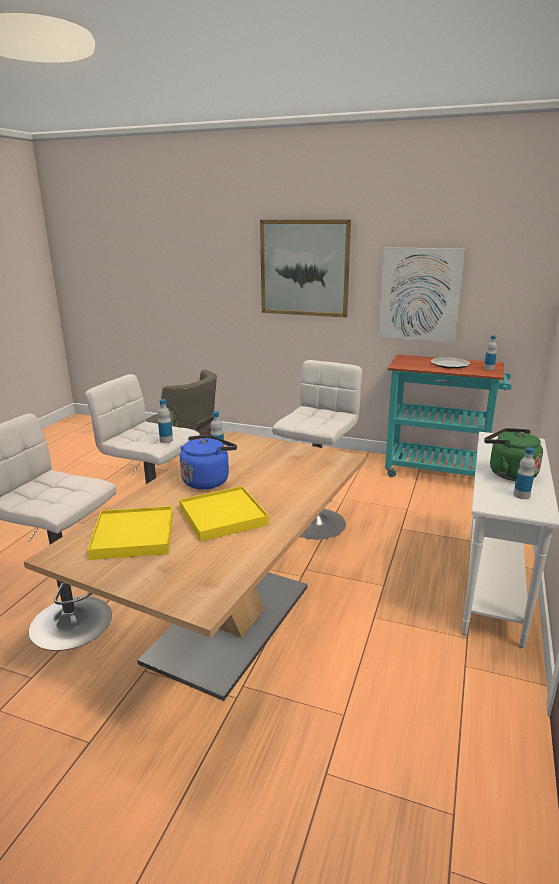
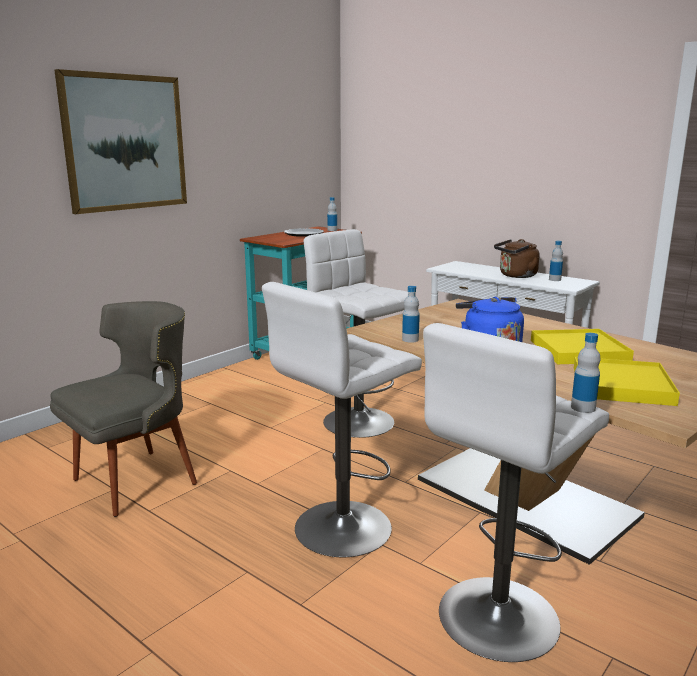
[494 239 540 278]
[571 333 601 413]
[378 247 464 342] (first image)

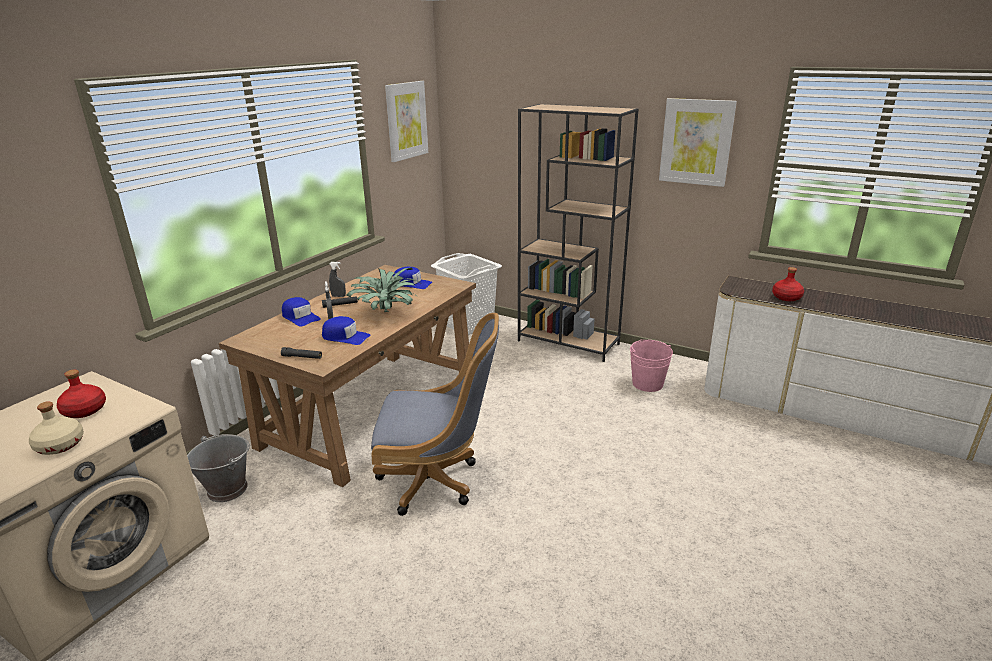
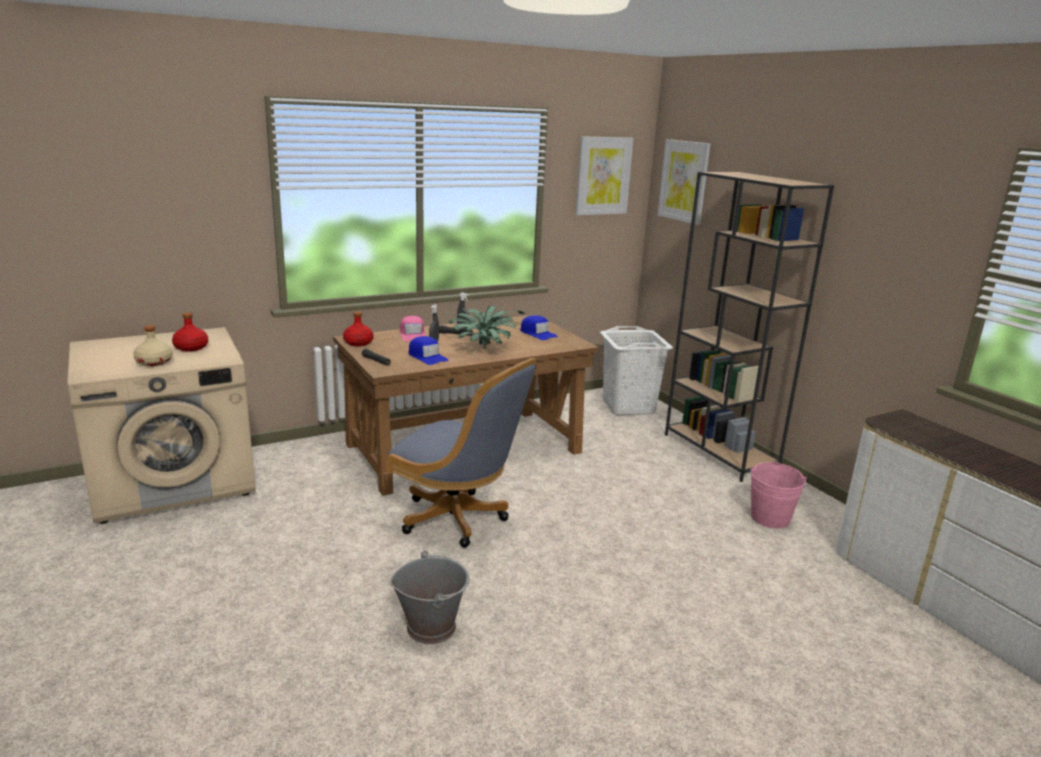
[343 311 374 346]
[389 551 470 644]
[400 316 425 341]
[658 139 711 225]

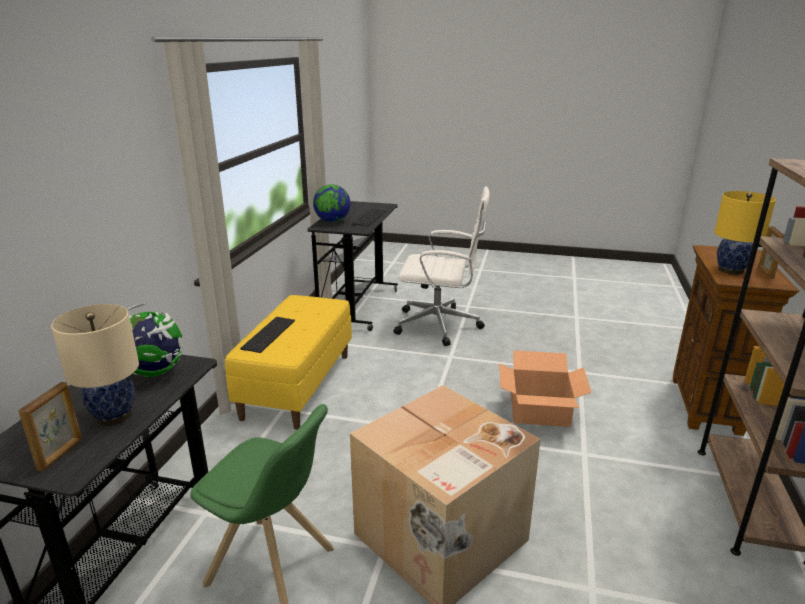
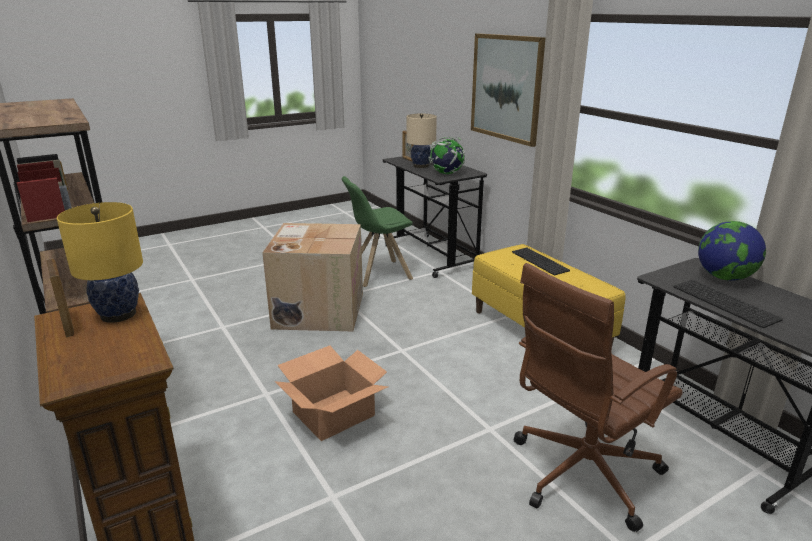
[471 33 546 147]
[514 263 683 532]

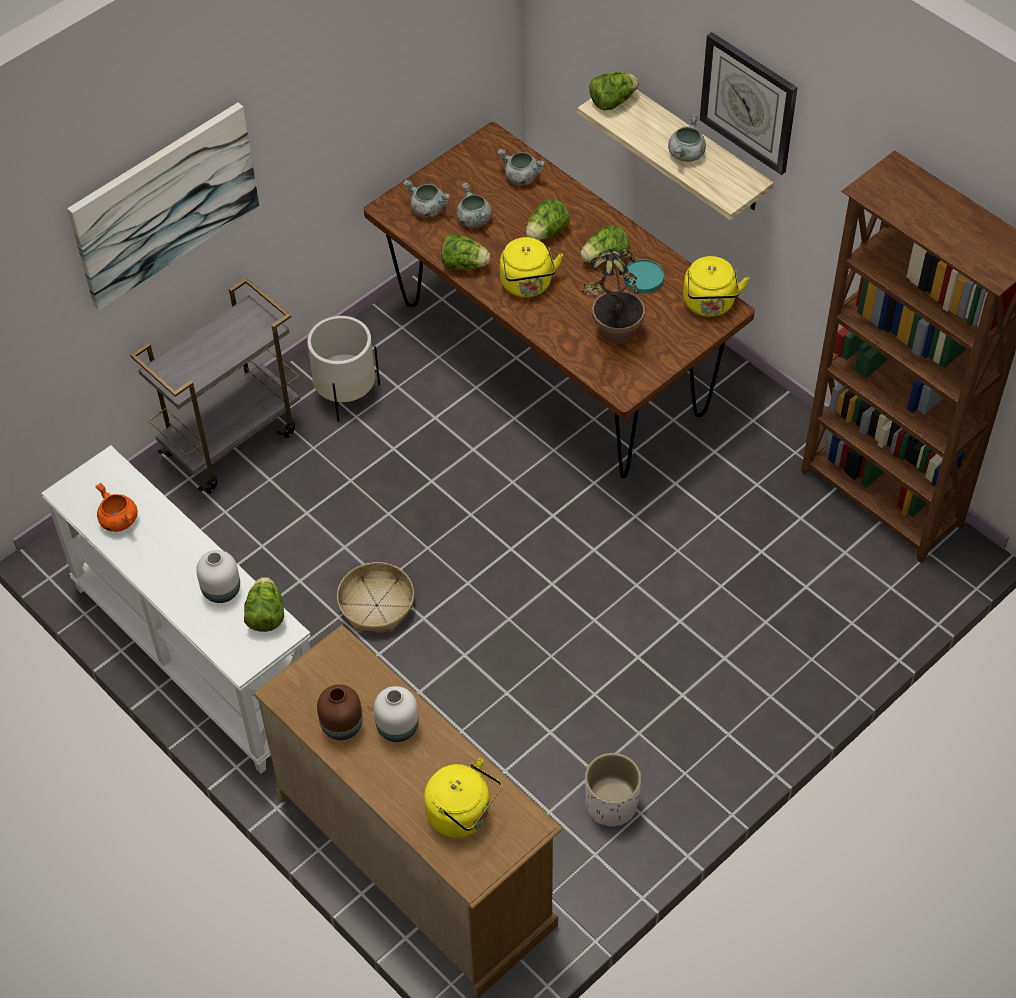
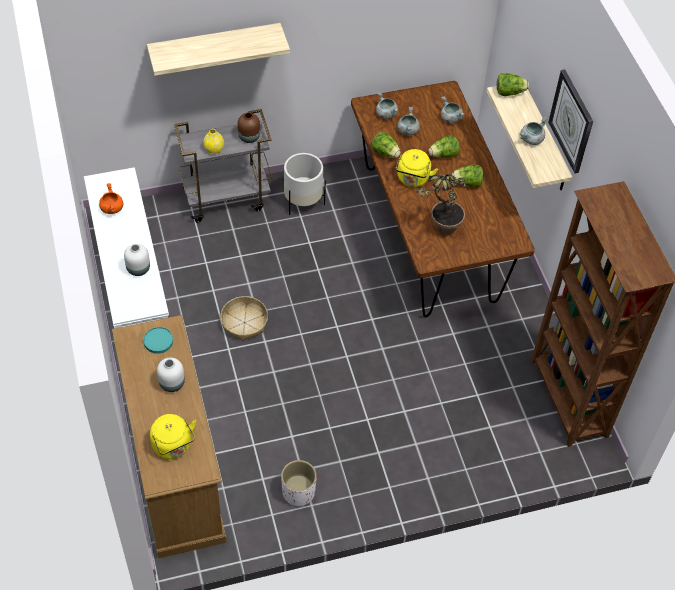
[144 327 173 354]
[147 23 290 76]
[203 129 224 154]
[238 112 260 143]
[244 577 284 632] (first image)
[683 256 749 317] (first image)

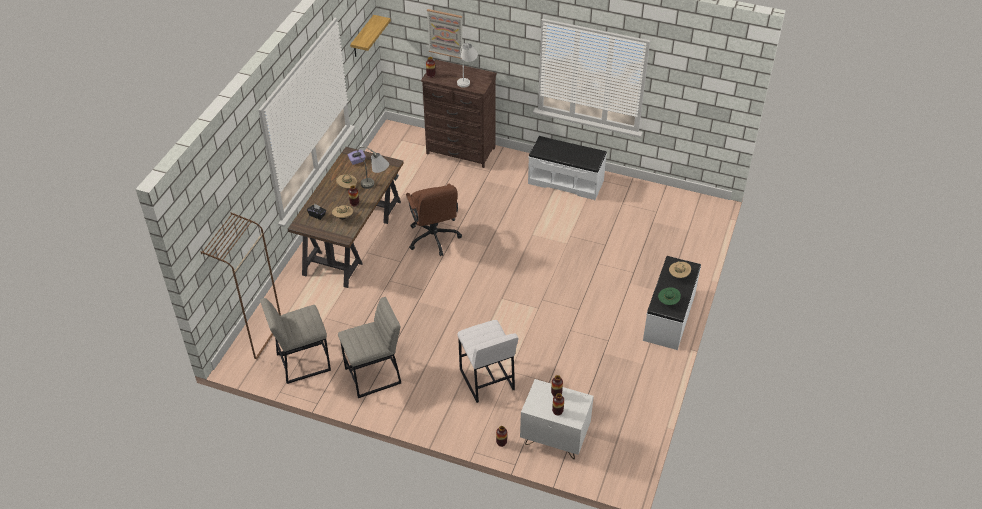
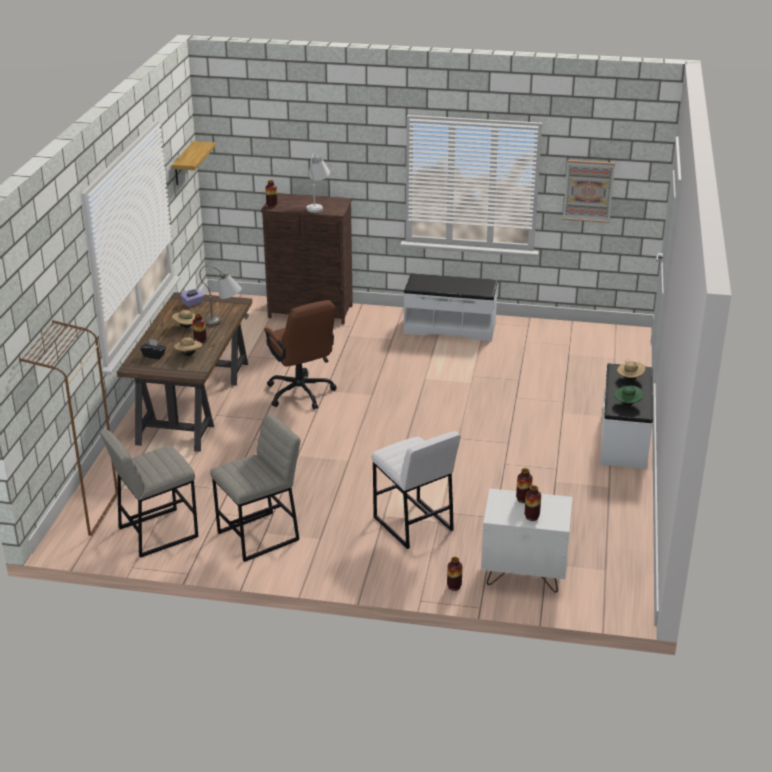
[563 160 615 223]

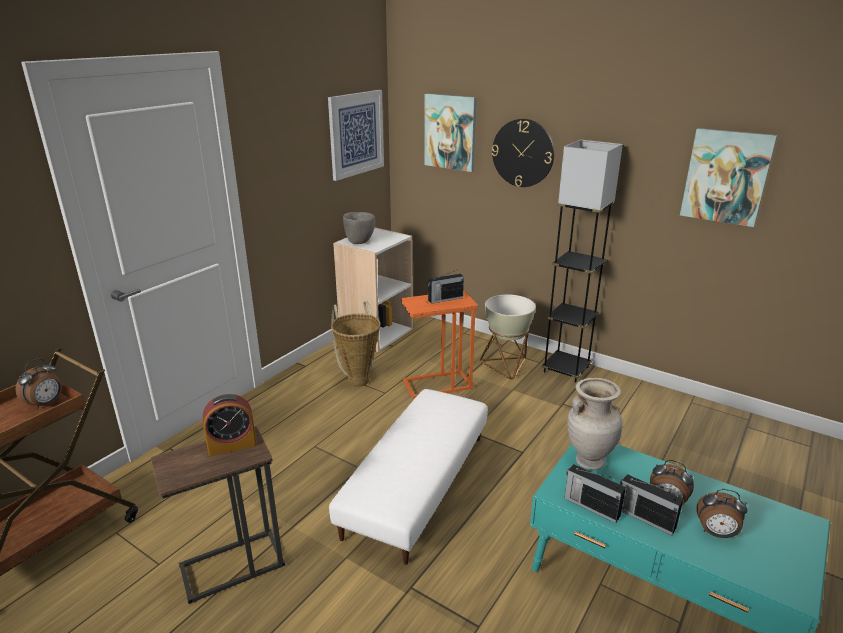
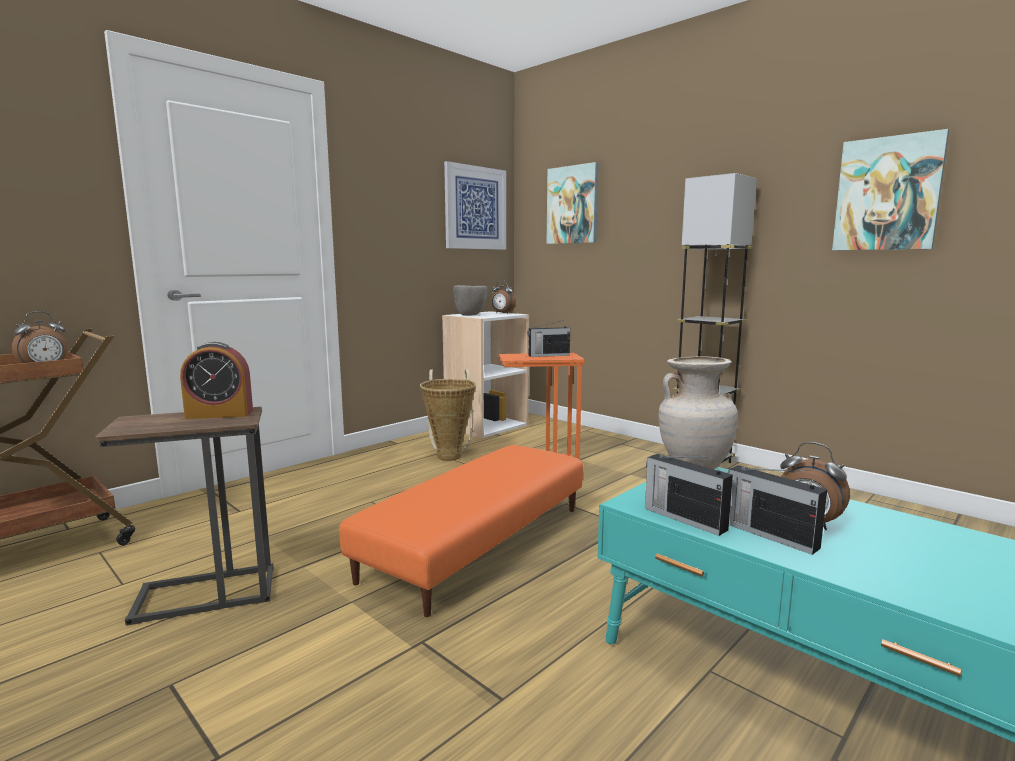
[339 445 583 617]
[491 280 516 314]
[480 294 536 379] (first image)
[492 119 554 187] (first image)

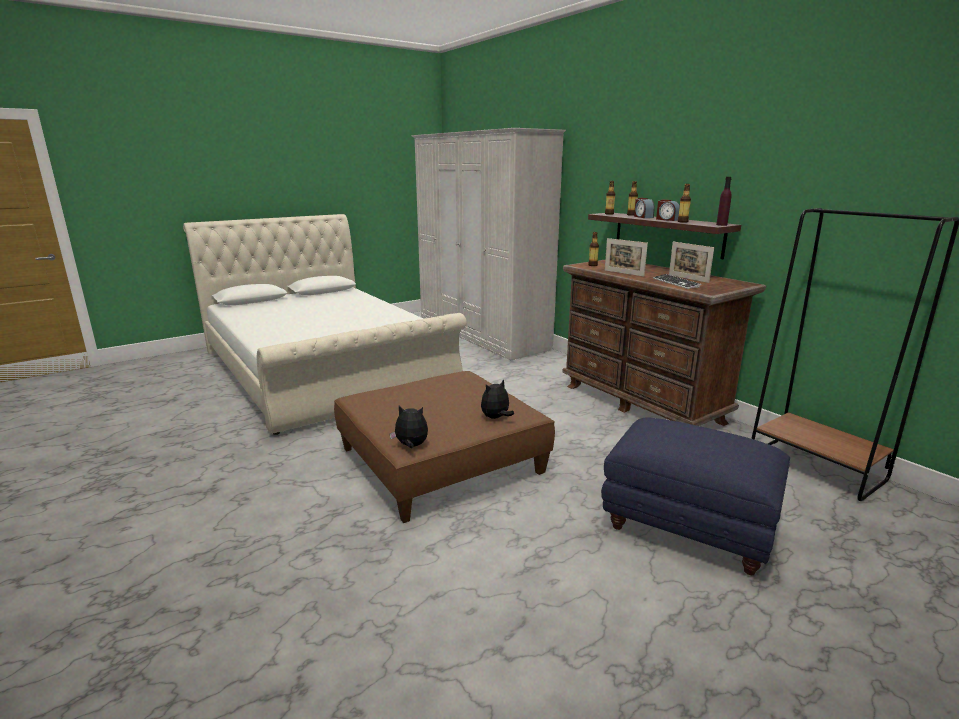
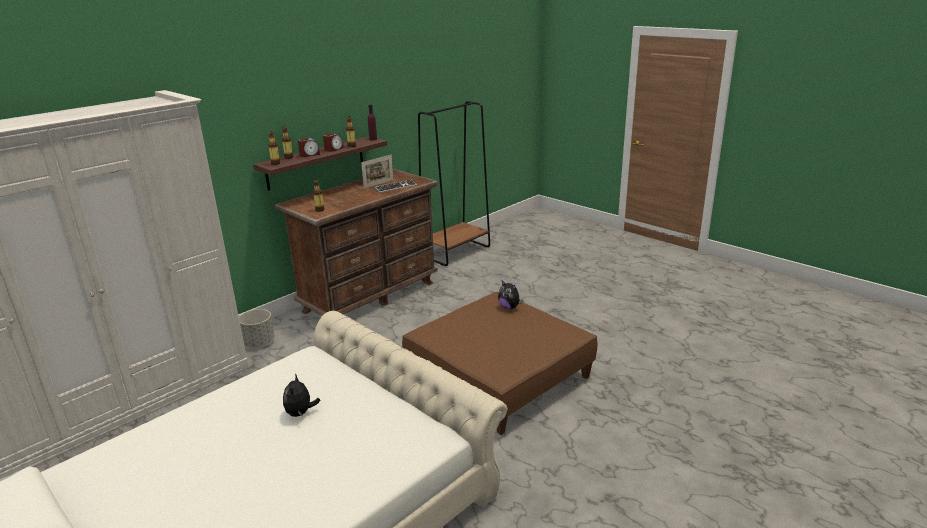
[239 309 274 347]
[283 374 320 417]
[601 417 790 575] (first image)
[605 238 648 277] (first image)

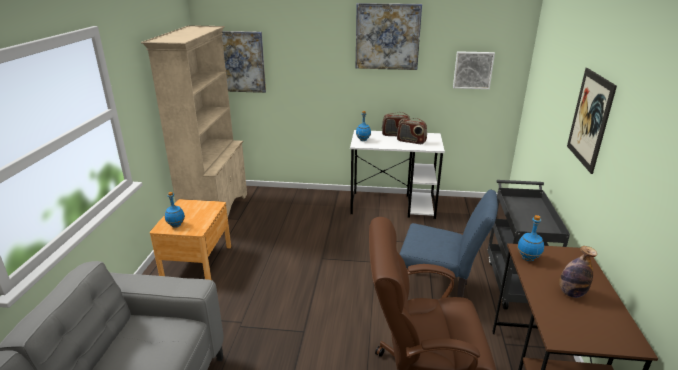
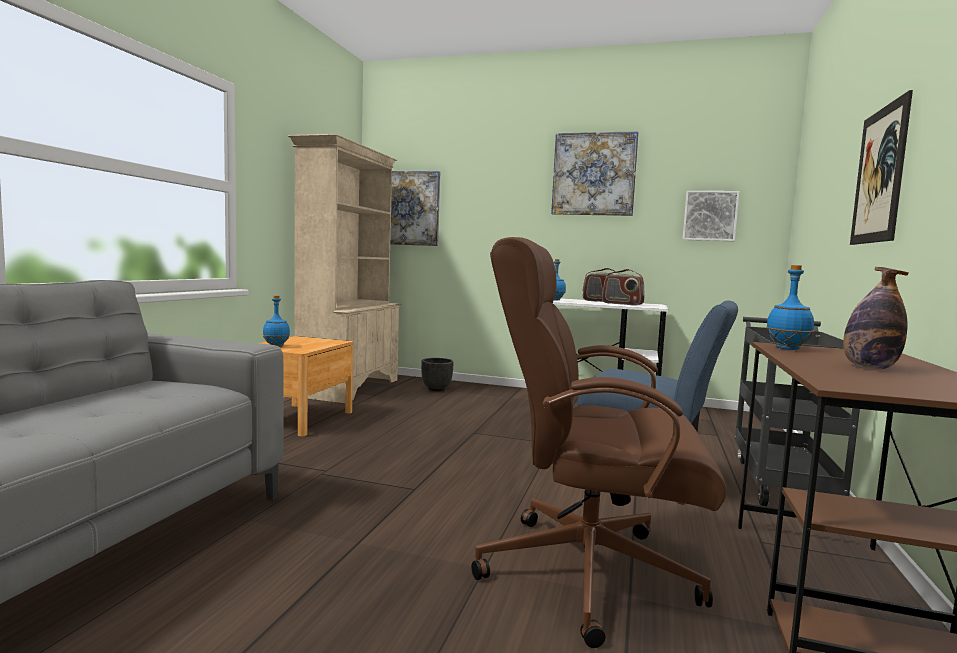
[421 358 454 391]

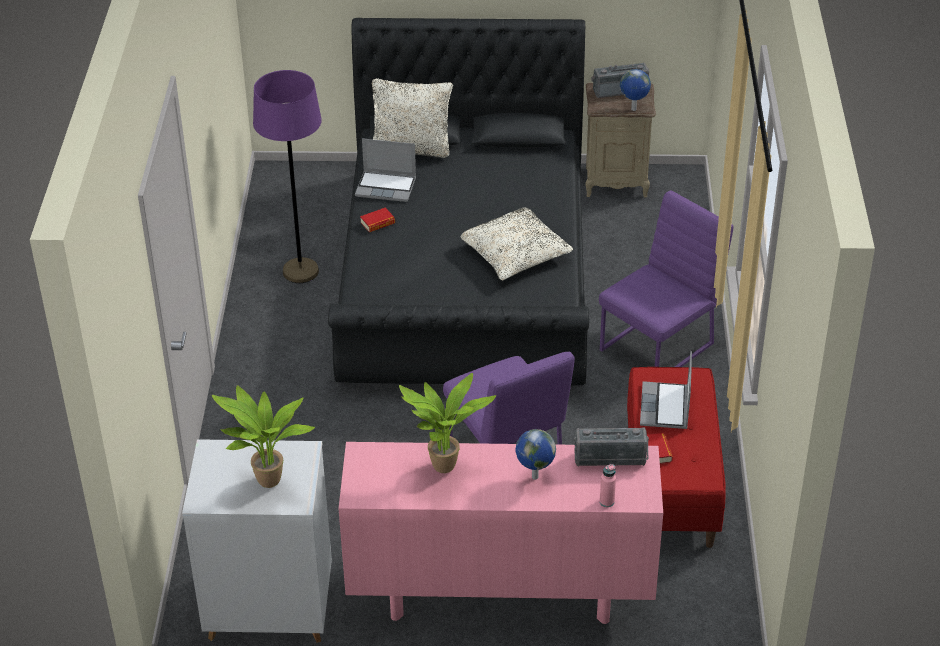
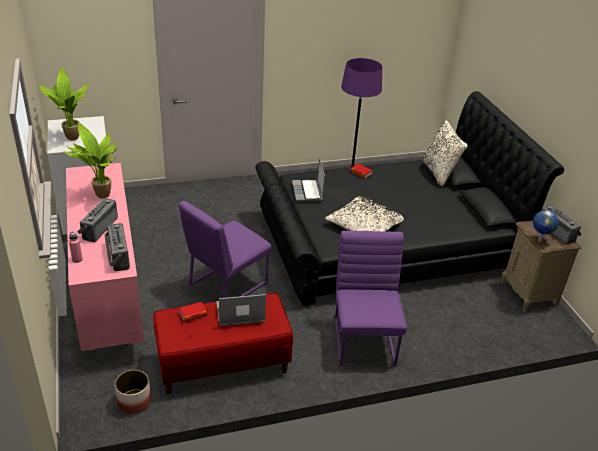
[77 198 118 242]
[115 370 151 414]
[292 157 325 201]
[335 231 407 367]

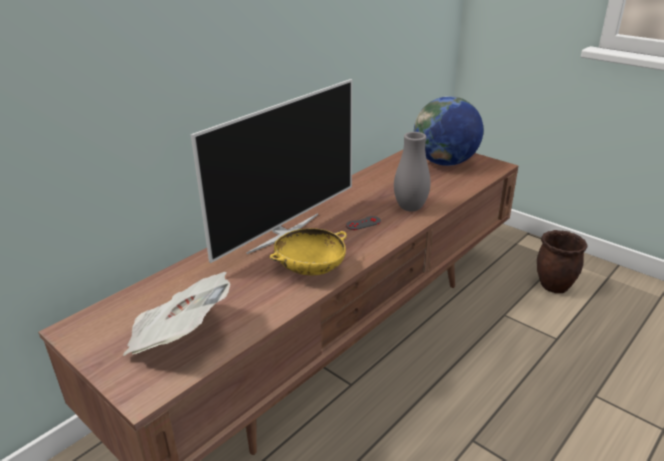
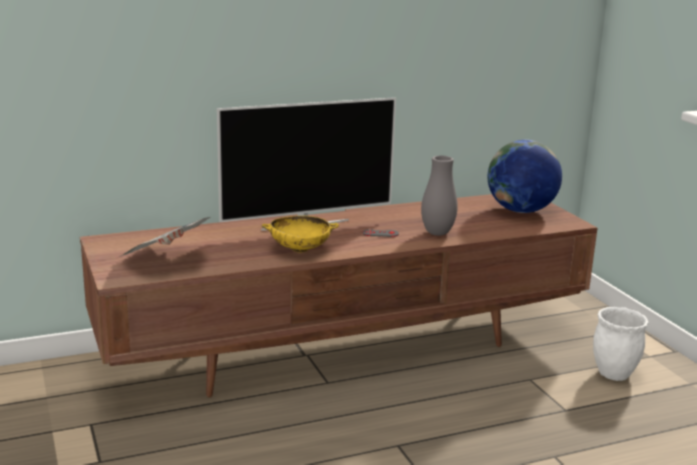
[593 307 649 381]

